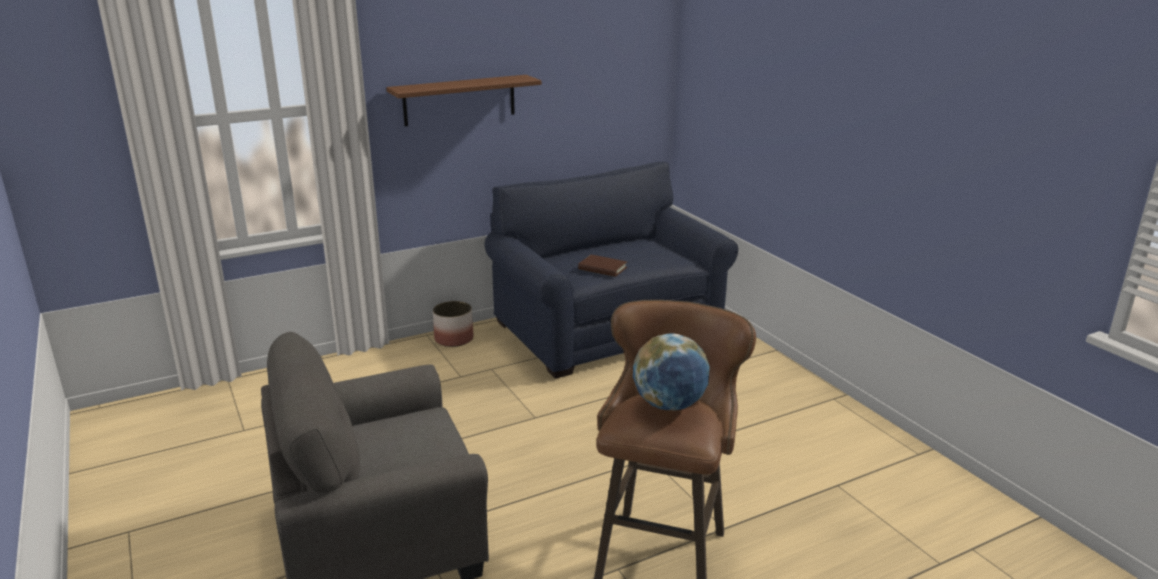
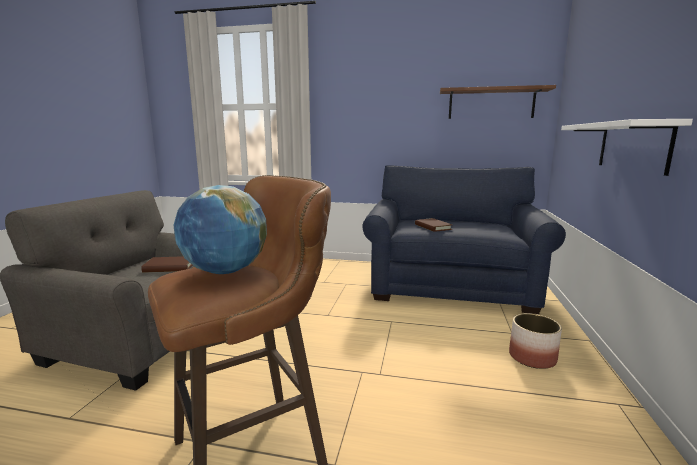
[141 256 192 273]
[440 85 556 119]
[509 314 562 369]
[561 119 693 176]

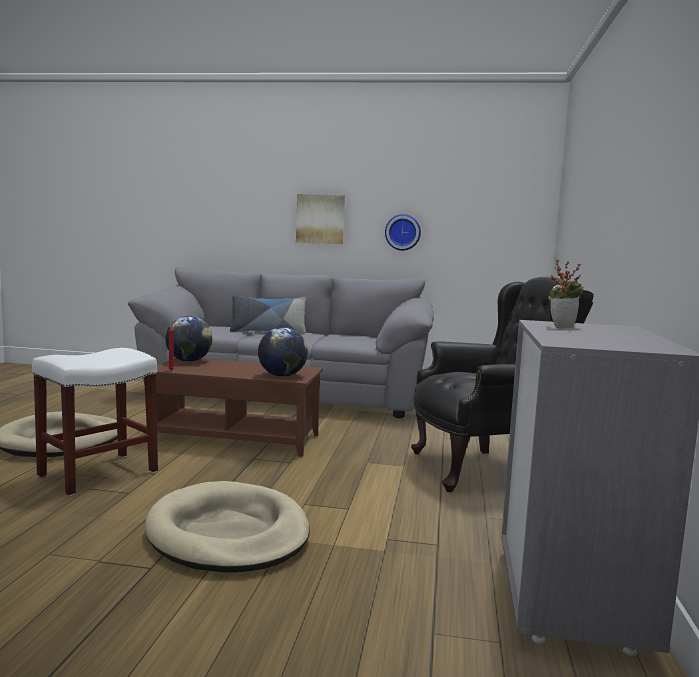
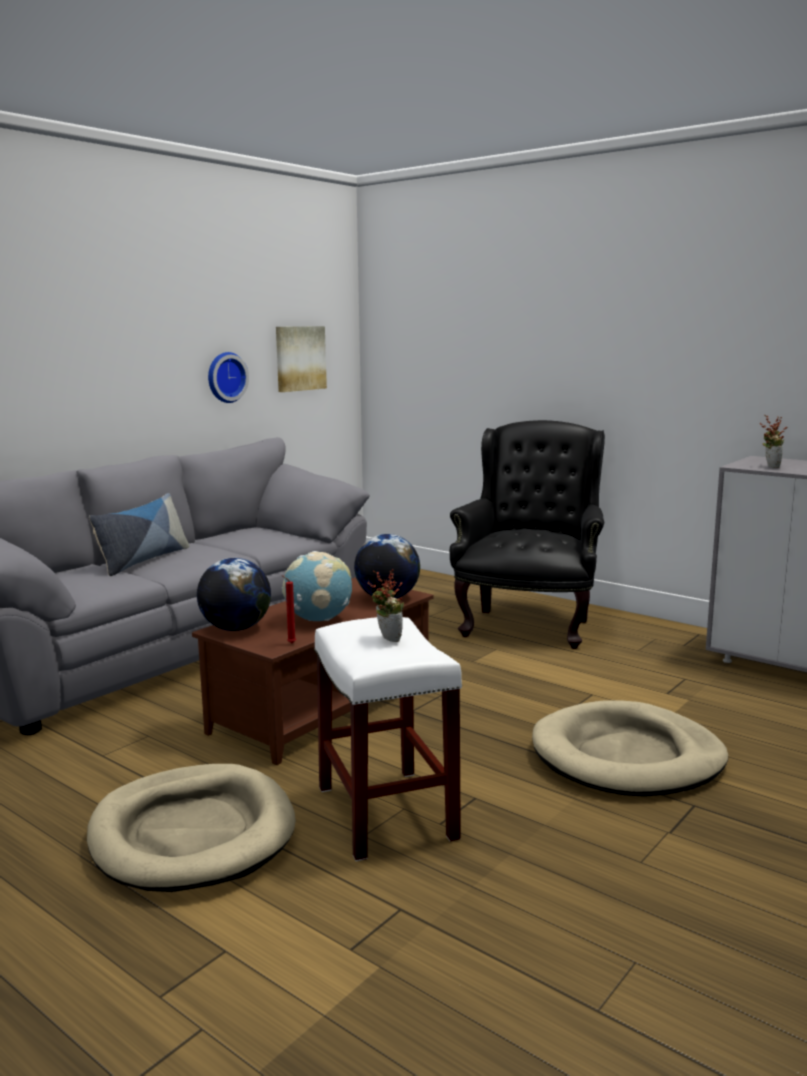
[276 326 327 392]
[282 551 352 621]
[368 569 404 642]

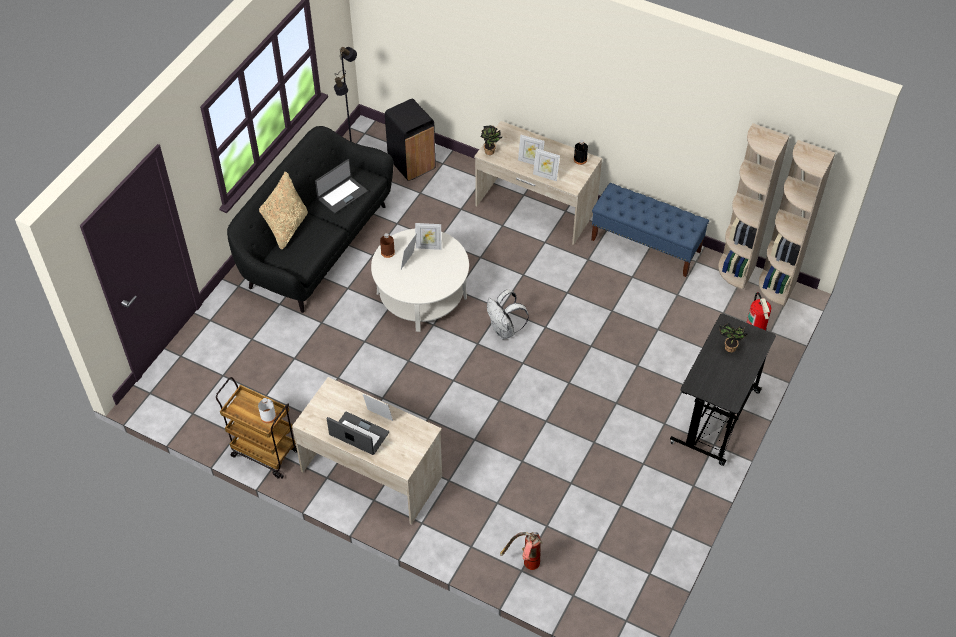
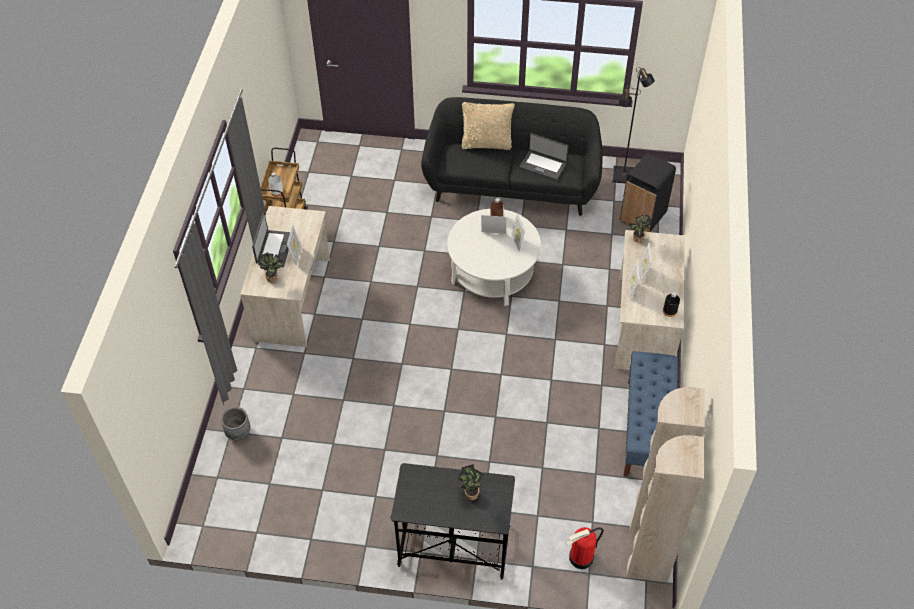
[221 407 251 440]
[258 252 283 283]
[487 290 529 339] (first image)

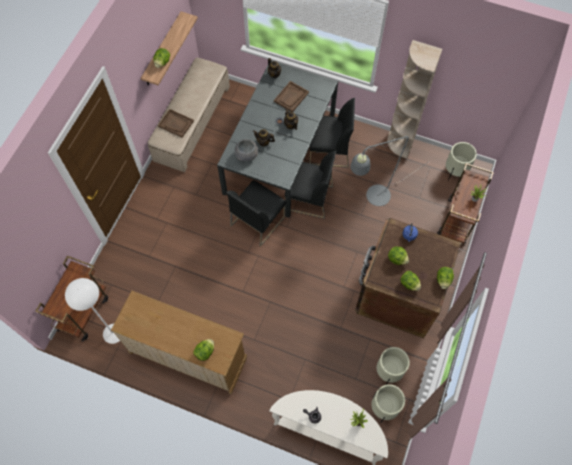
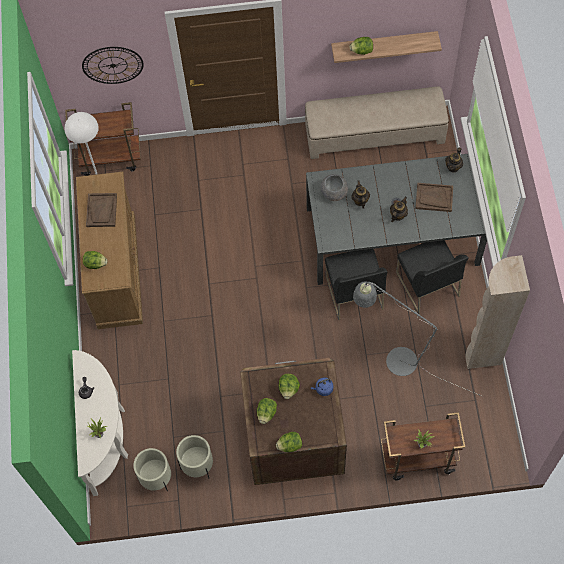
[82 47 144 84]
[86 193 117 227]
[226 180 286 247] (first image)
[446 142 477 181] (first image)

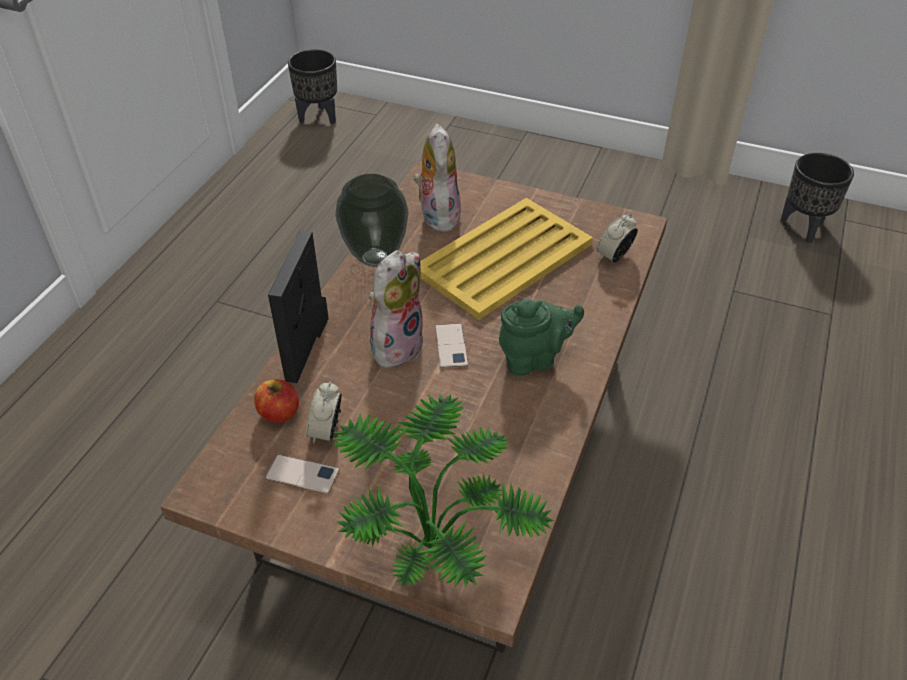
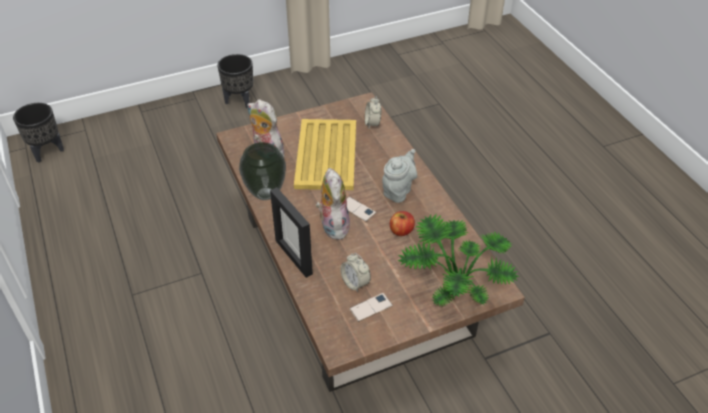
[217 54 254 109]
[382 149 417 203]
[390 211 415 236]

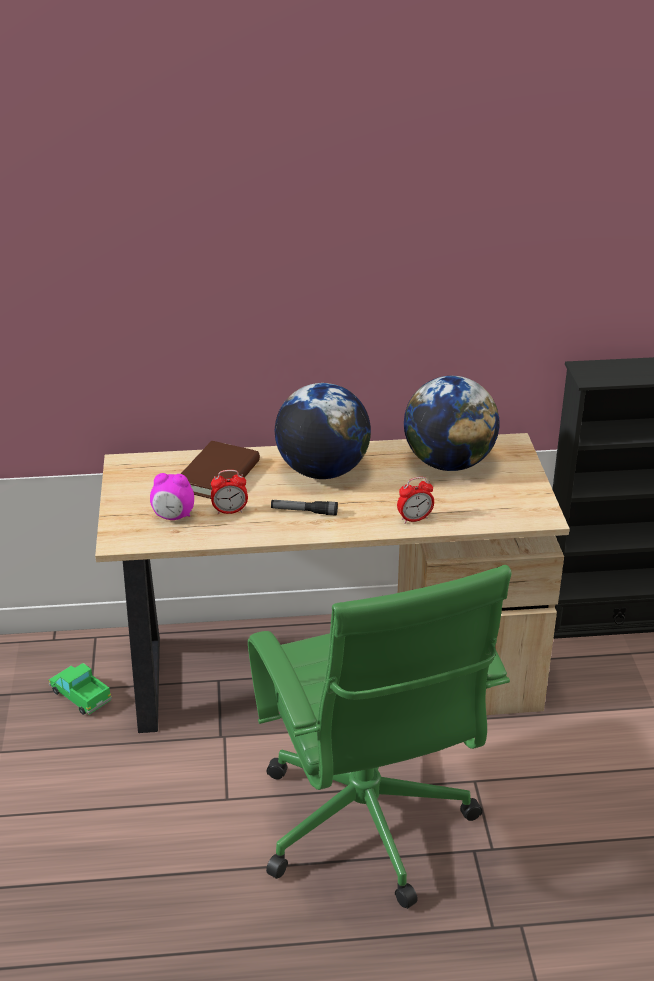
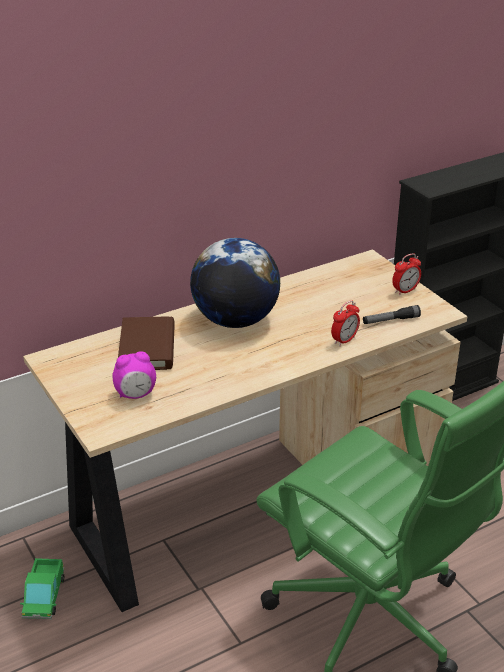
[20 558 64 619]
[363 305 421 324]
[392 253 421 295]
[404 376 500 471] (first image)

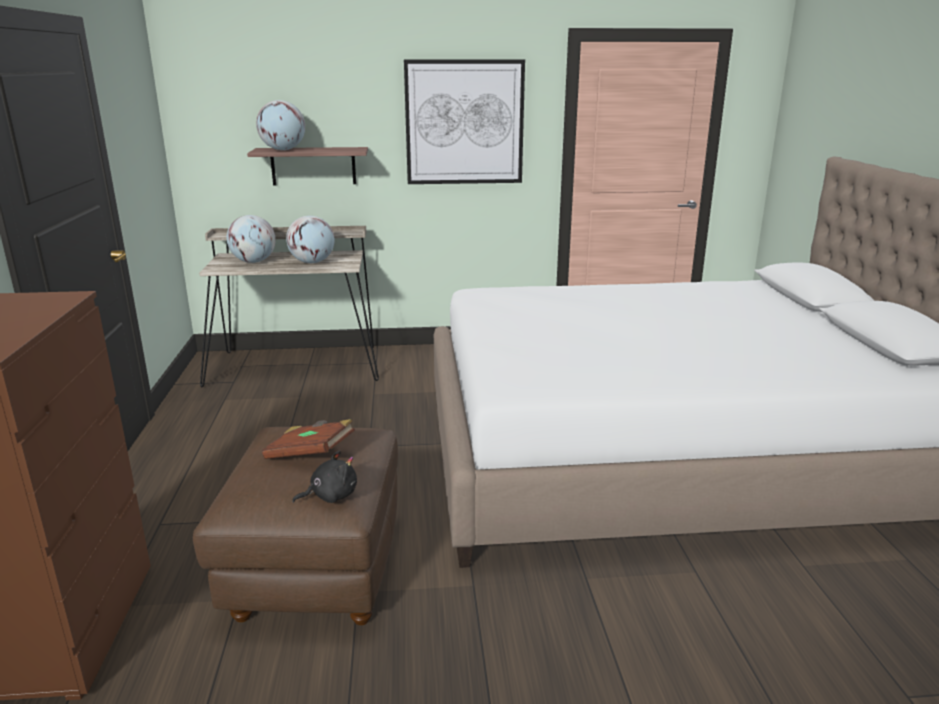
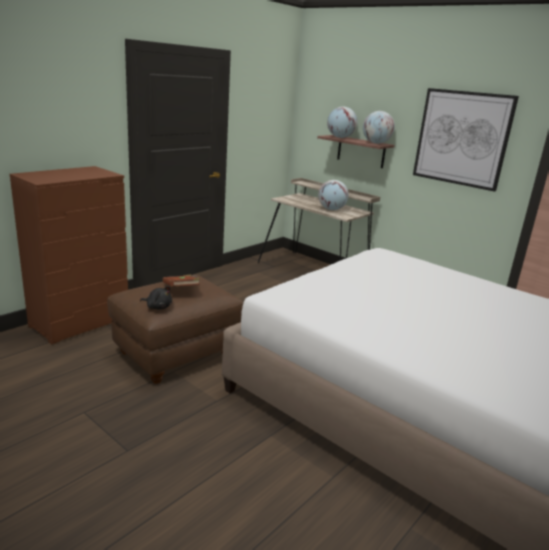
[363 111 395 144]

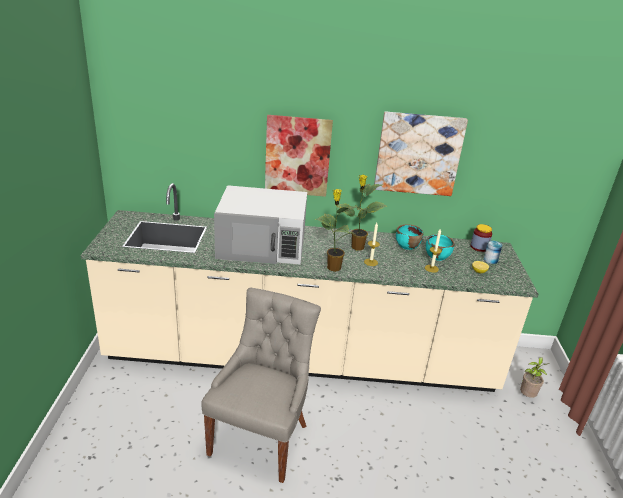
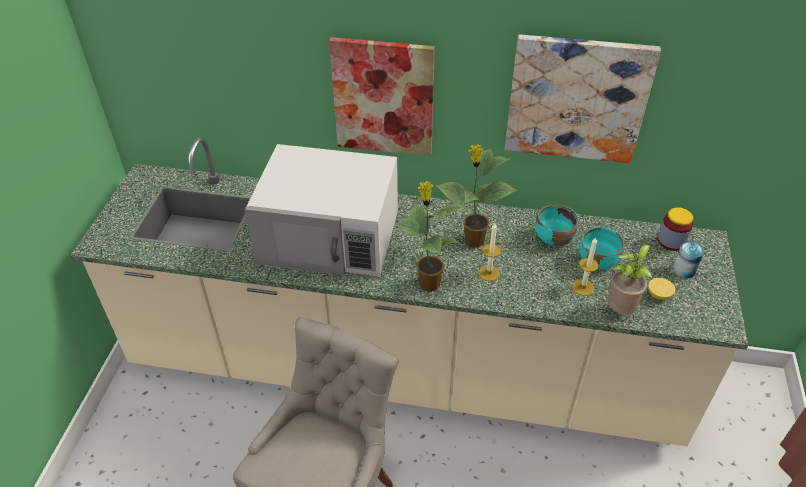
[607 245 658 314]

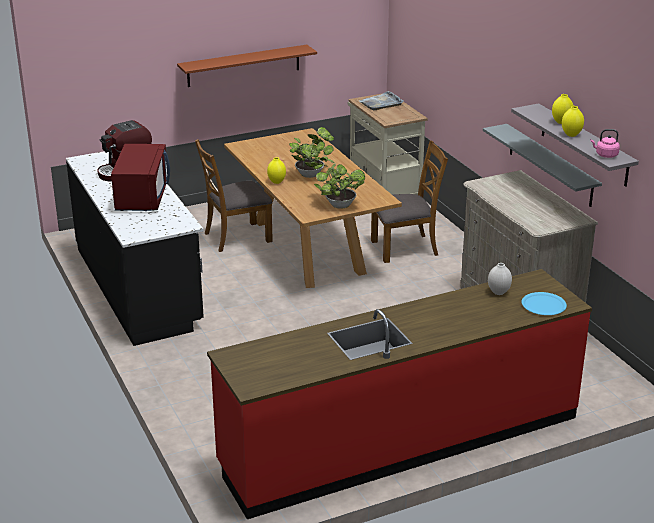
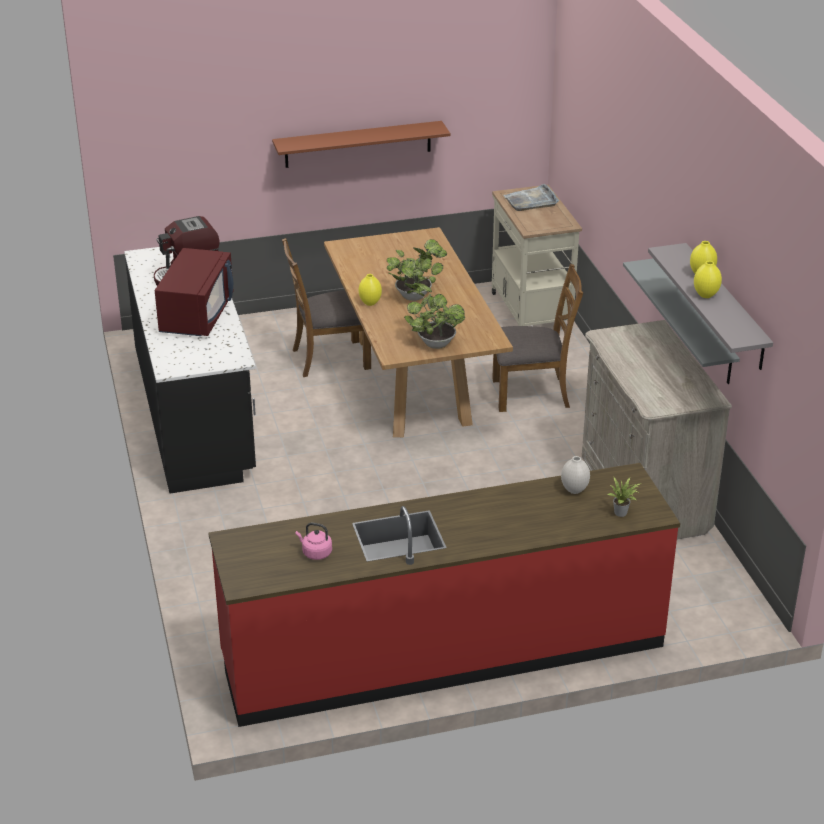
[296 523 332 560]
[607 477 642 517]

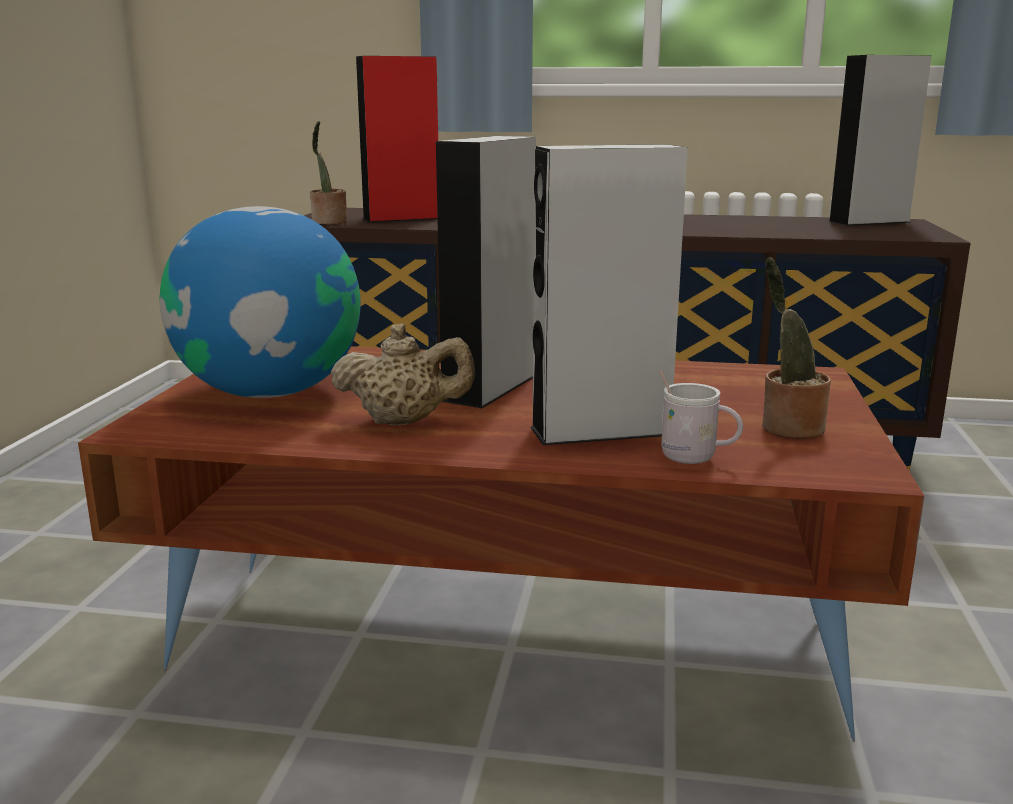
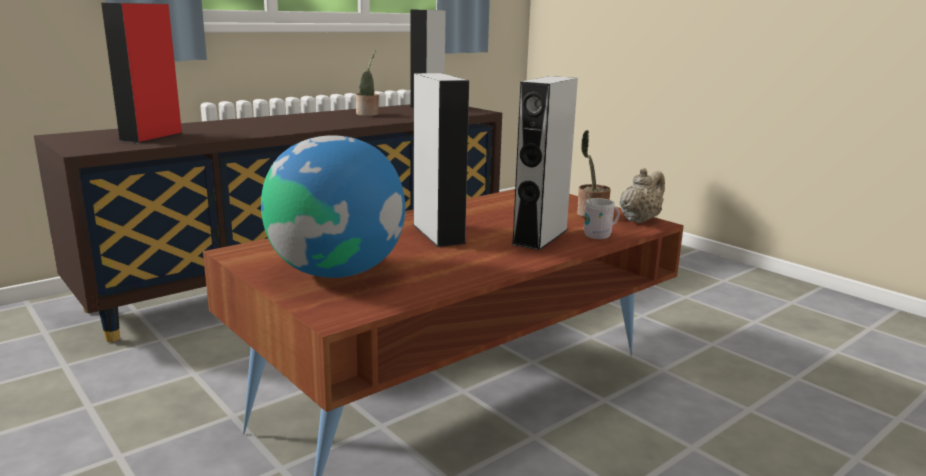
[356 50 379 116]
[620 168 665 223]

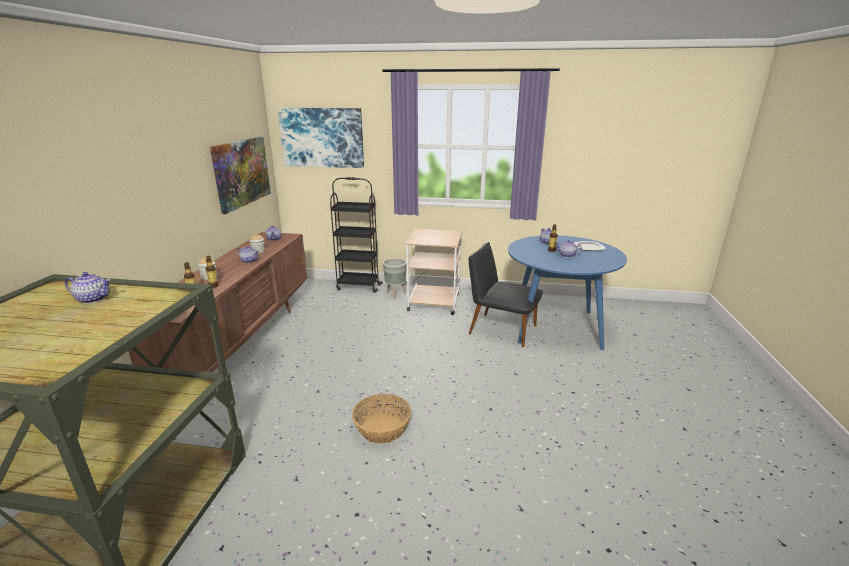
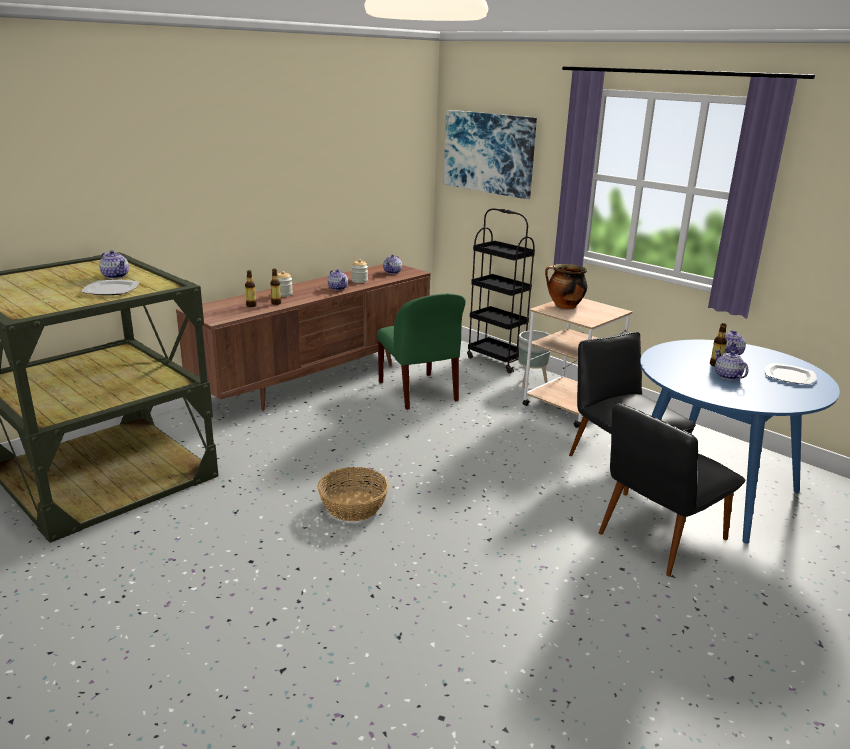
[82 280 139 295]
[377 294 466 410]
[545 264 587 309]
[599 403 745 576]
[210 137 271 214] (first image)

